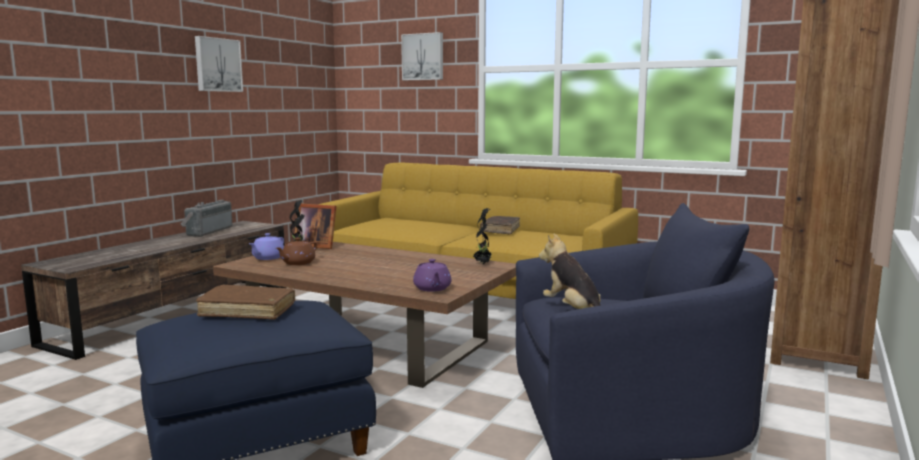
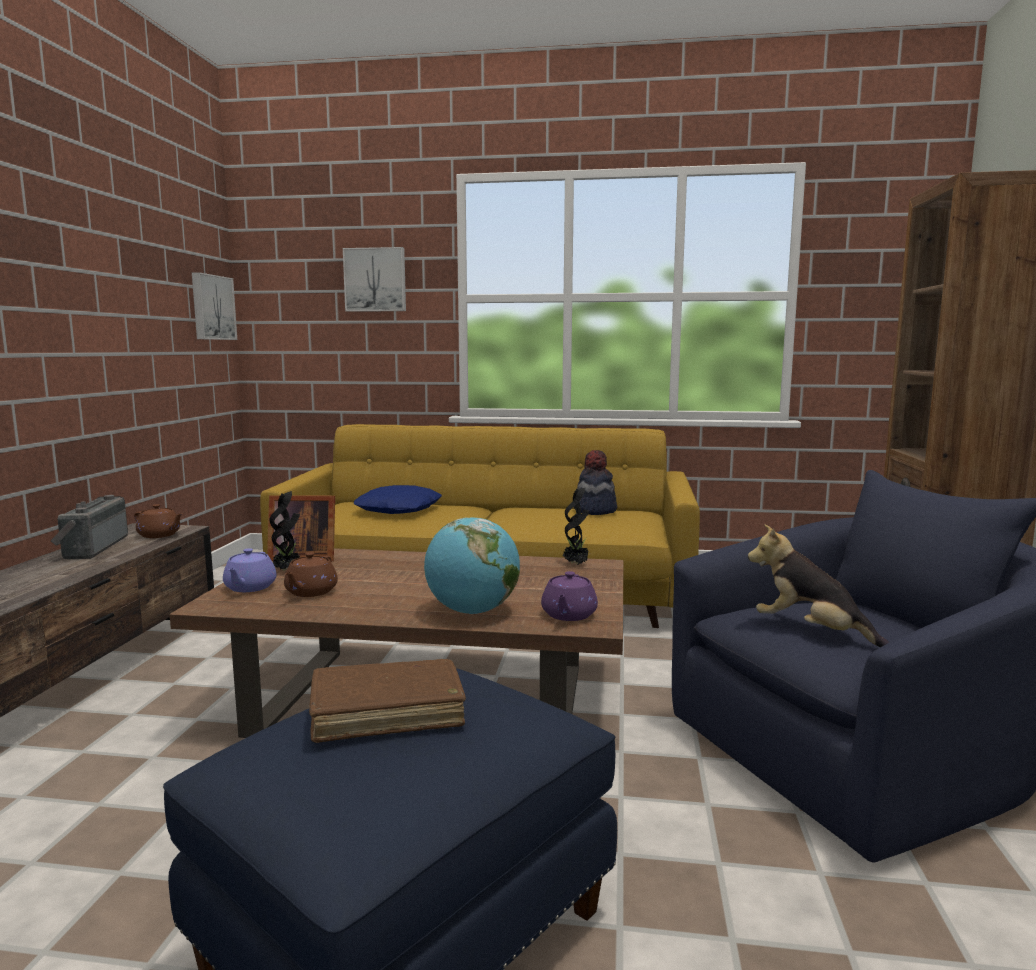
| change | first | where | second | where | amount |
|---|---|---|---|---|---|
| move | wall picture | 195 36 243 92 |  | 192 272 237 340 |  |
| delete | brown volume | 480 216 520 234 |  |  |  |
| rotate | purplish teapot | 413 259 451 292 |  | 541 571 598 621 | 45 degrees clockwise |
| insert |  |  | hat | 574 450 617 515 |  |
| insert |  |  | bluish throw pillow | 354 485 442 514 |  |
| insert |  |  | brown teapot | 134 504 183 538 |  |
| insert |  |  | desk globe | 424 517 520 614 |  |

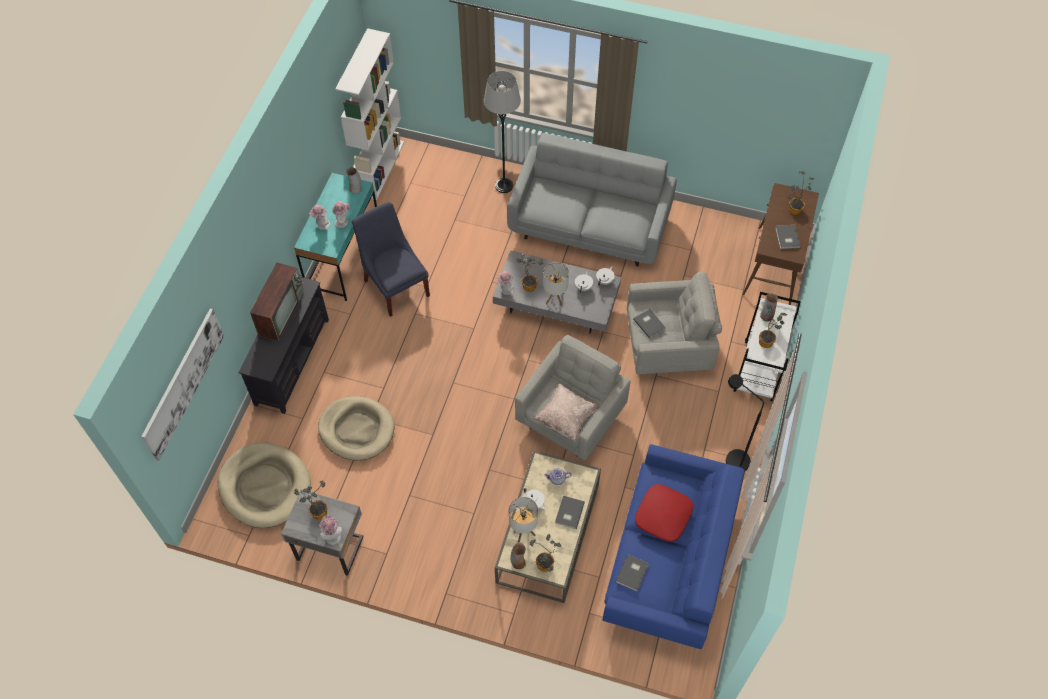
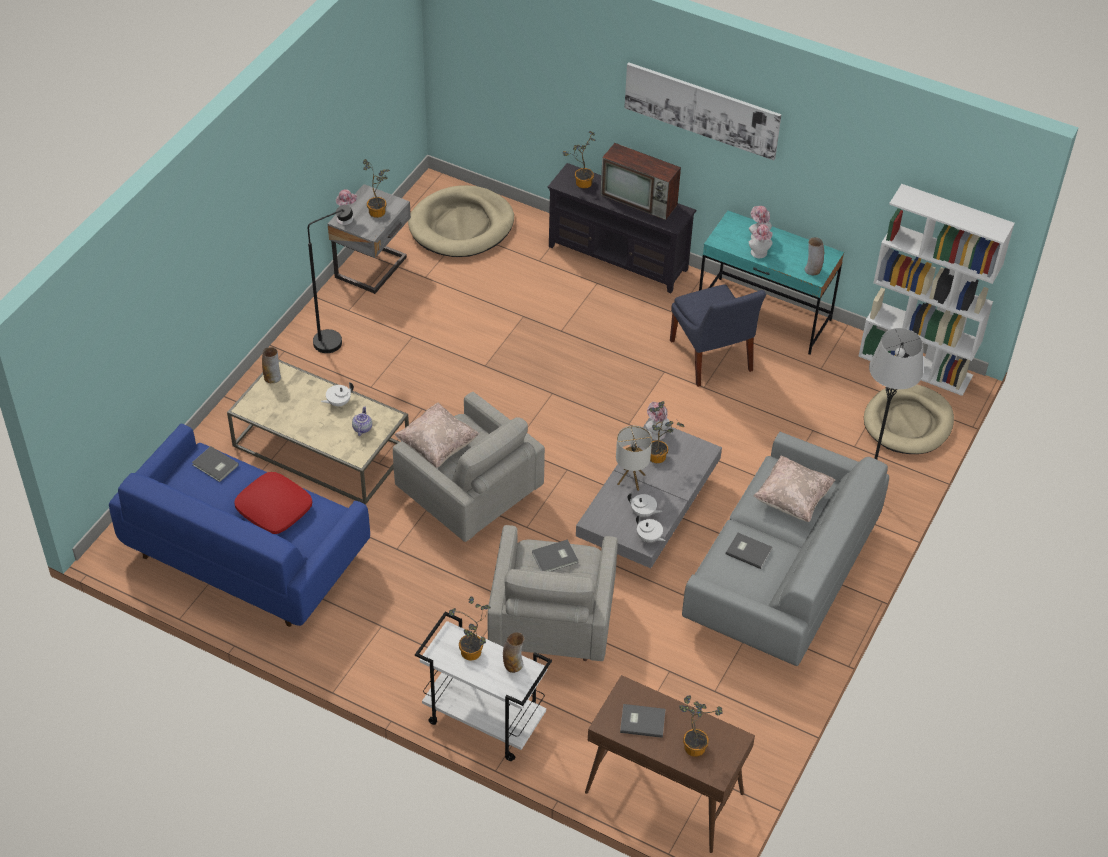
| change | first | where | second | where | amount |
|---|---|---|---|---|---|
| rotate | bluish plain chair | 352 202 430 317 |  | 670 284 766 387 | 90 degrees clockwise |
| move | wall picture | 141 309 224 461 |  | 624 62 782 160 |  |
| move | blackish standard lamp | 726 374 764 471 |  | 308 205 353 353 |  |
| move | beige-coloured dog cushion | 318 396 394 460 |  | 864 385 954 454 |  |
| move | grey volume | 555 496 585 529 |  | 726 533 772 569 |  |
| delete | table lamp | 509 497 538 542 |  |  |  |
| move | potted plant | 530 534 561 572 |  | 563 131 596 188 |  |
| insert |  |  | beige-coloured throw pillow | 753 456 836 522 |  |

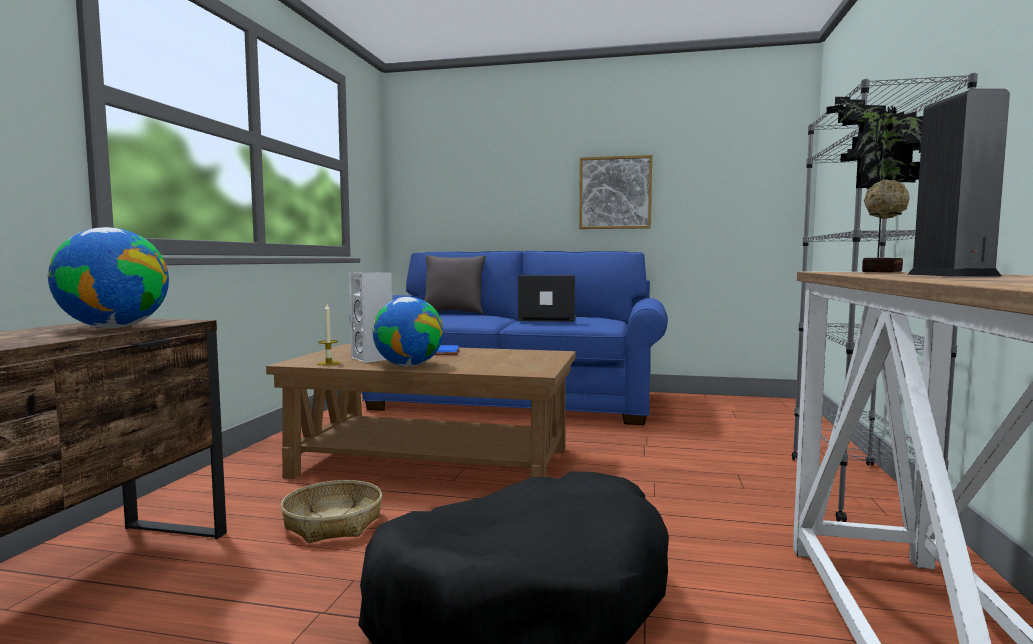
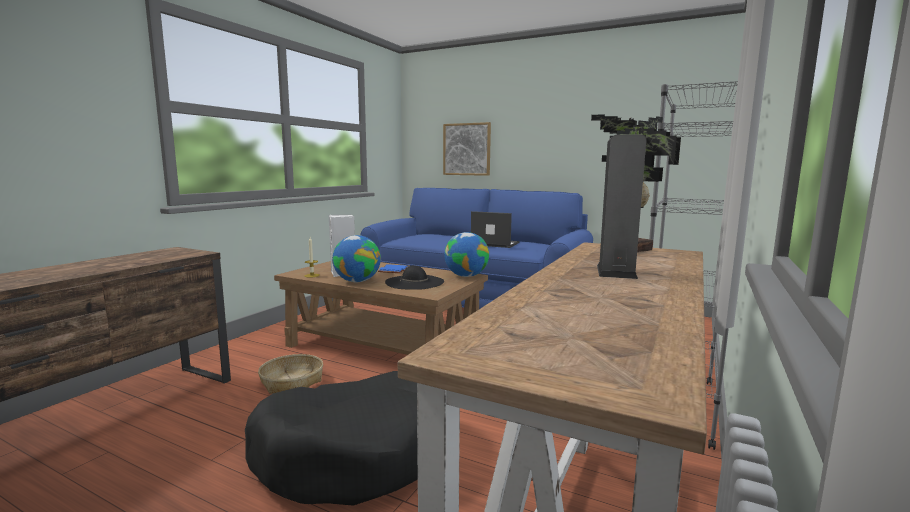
| change | first | where | second | where | amount |
|---|---|---|---|---|---|
| move | wall picture | 579 155 652 229 |  | 443 122 491 176 |  |
| move | desk globe | 48 227 169 328 |  | 444 232 489 277 |  |
| delete | grey throw pillow | 424 255 486 314 |  |  |  |
| insert |  |  | blackish hat | 385 265 444 290 |  |

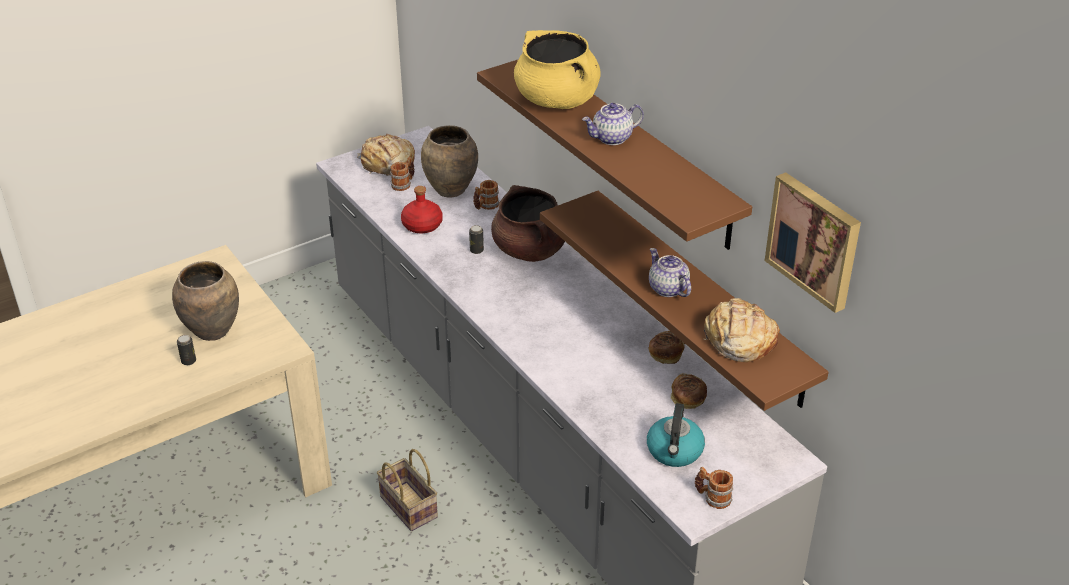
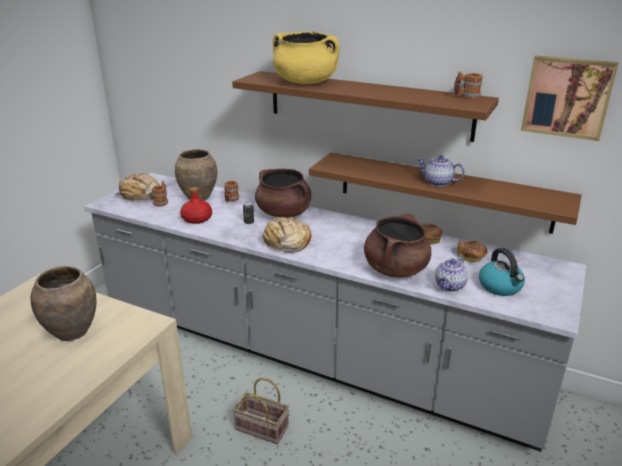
| change | first | where | second | where | amount |
|---|---|---|---|---|---|
| move | teapot | 582 103 644 145 |  | 435 256 468 292 |  |
| move | baked bread | 704 298 780 362 |  | 263 217 311 253 |  |
| delete | sealed can | 177 335 196 365 |  |  |  |
| move | mug | 695 467 733 509 |  | 454 71 483 100 |  |
| insert |  |  | brown cooking pot | 364 213 431 277 |  |

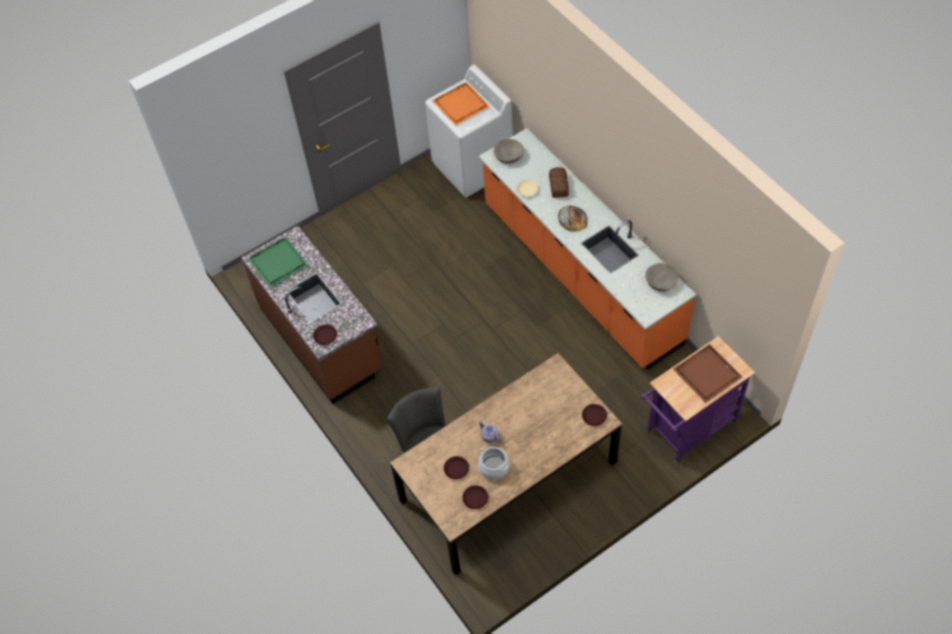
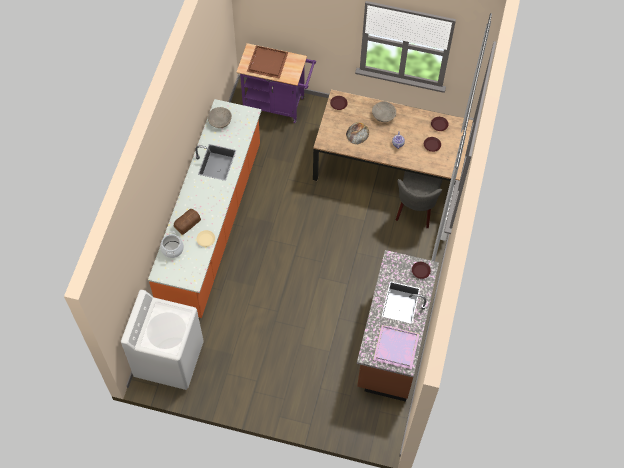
| change | first | where | second | where | amount |
|---|---|---|---|---|---|
| delete | orangey tray | 432 82 490 126 |  |  |  |
| move | beige-coloured deep dish | 493 139 524 164 |  | 372 101 396 122 |  |
| move | baked bread | 558 206 587 232 |  | 346 122 369 144 |  |
| recolor | green-coloured tray | 247 237 308 288 | purplish tray | 373 325 419 369 |  |
| move | cooking pot | 478 446 510 479 |  | 160 231 184 258 |  |

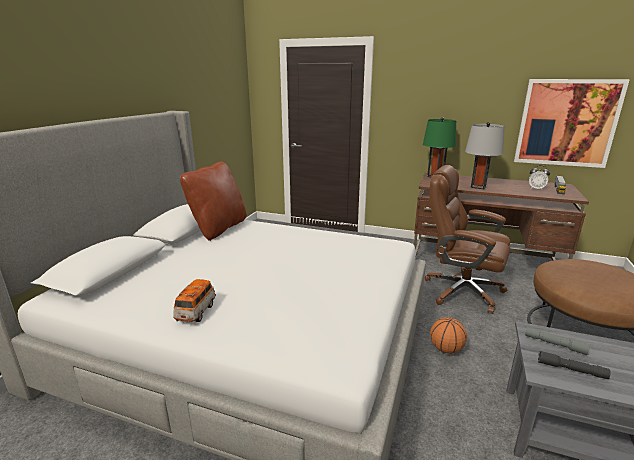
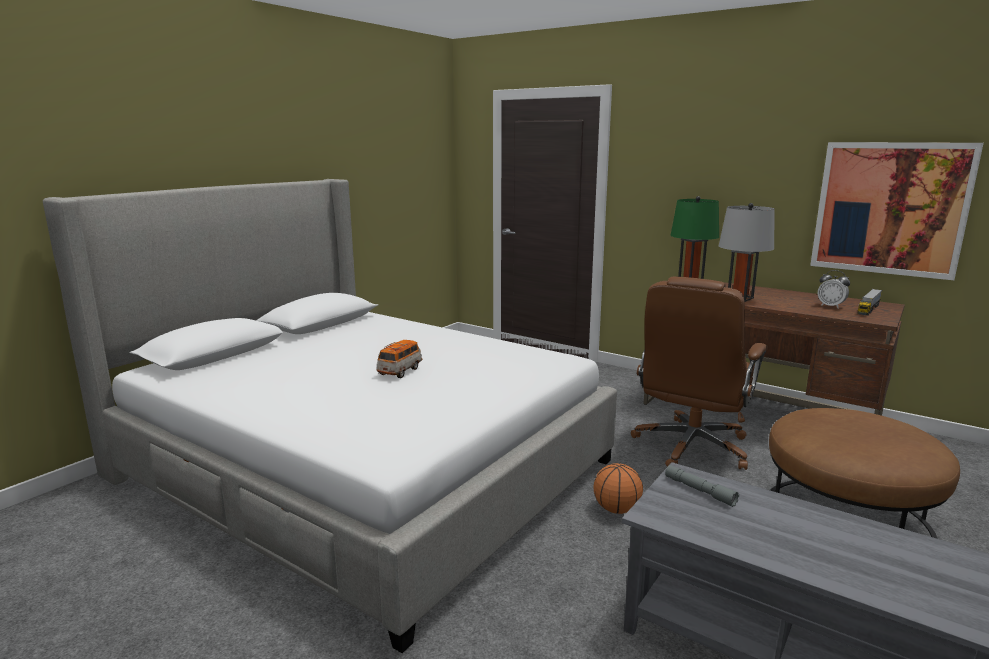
| change | first | where | second | where | amount |
|---|---|---|---|---|---|
| delete | brown throw pillow | 180 162 247 241 |  |  |  |
| rotate | brown computer chair | 425 165 510 314 |  | 631 277 768 470 | 105 degrees counterclockwise |
| move | model car | 173 279 216 322 |  | 376 340 422 378 |  |
| delete | grey torch | 538 351 611 379 |  |  |  |

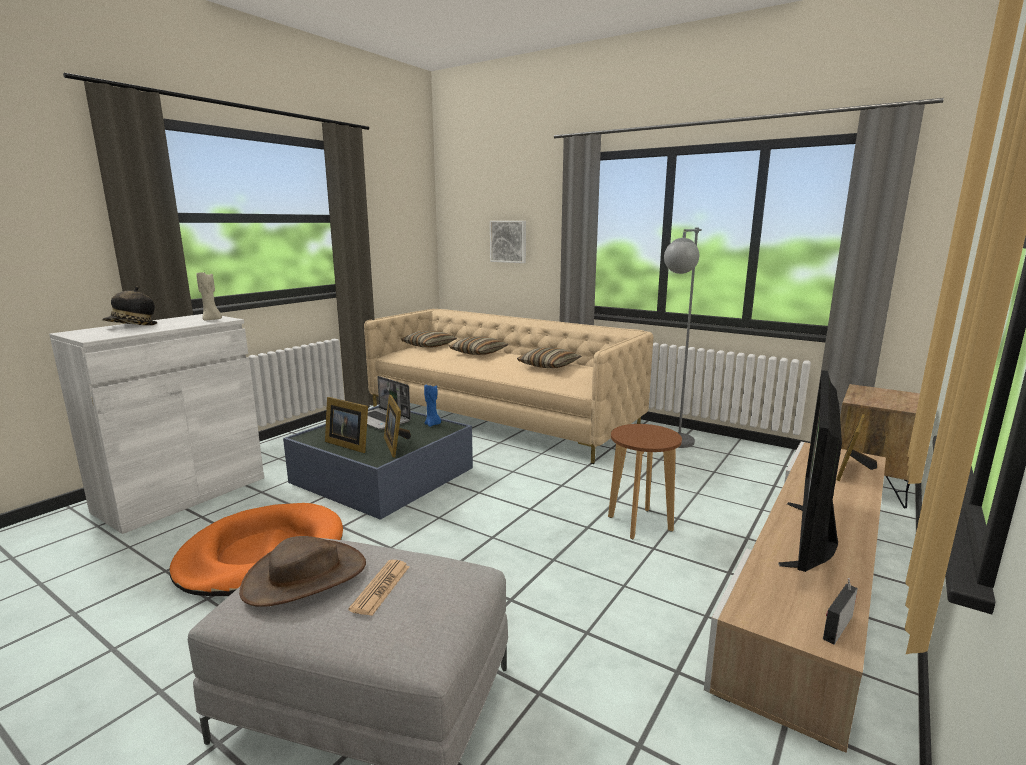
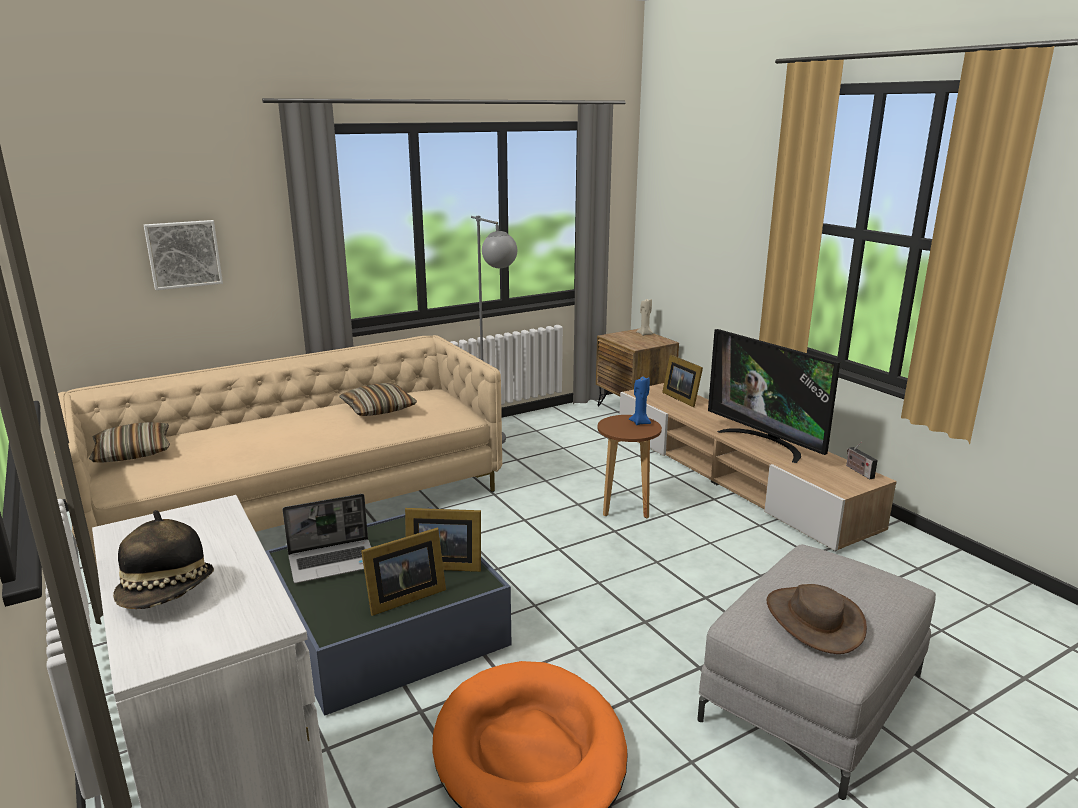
| change | first | where | second | where | amount |
|---|---|---|---|---|---|
| move | beige-coloured wax light | 196 272 222 321 |  | 636 298 653 336 |  |
| delete | throw pillow | 449 336 509 355 |  |  |  |
| move | bluish wax light | 424 383 441 427 |  | 629 376 651 425 |  |
| delete | daily paper | 348 560 410 616 |  |  |  |

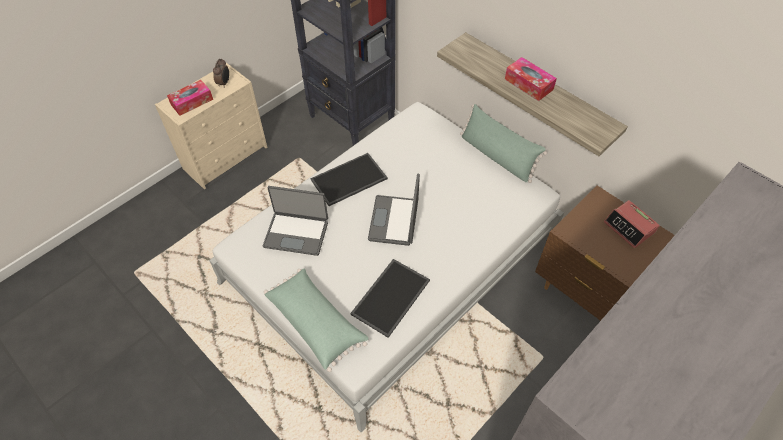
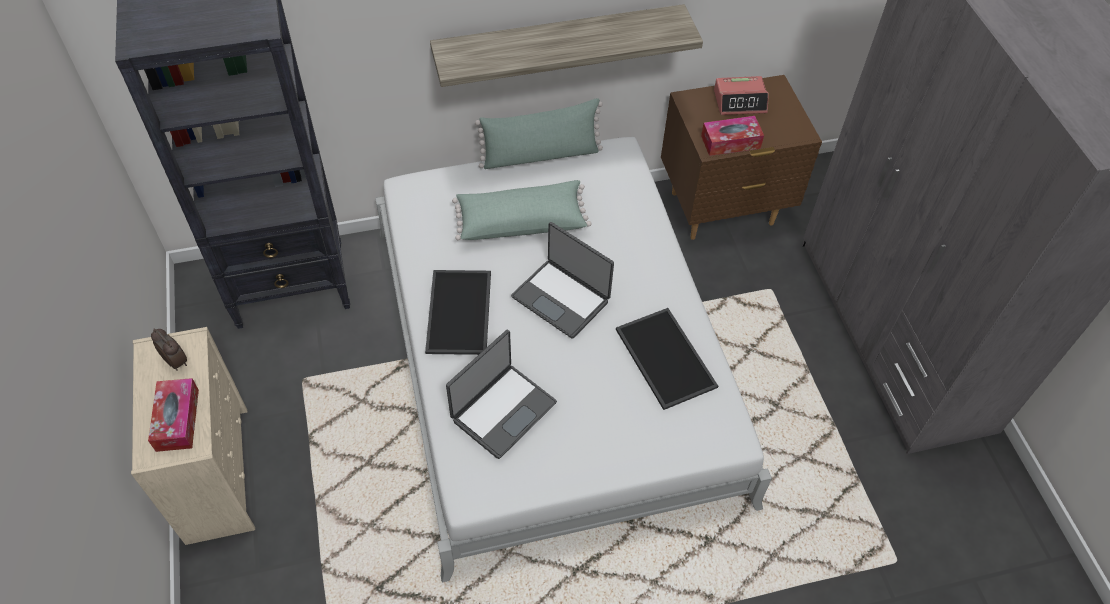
| change | first | where | second | where | amount |
|---|---|---|---|---|---|
| move | tissue box | 505 57 557 101 |  | 701 116 764 156 |  |
| move | green-coloured throw pillow | 264 269 368 372 |  | 452 180 592 240 |  |

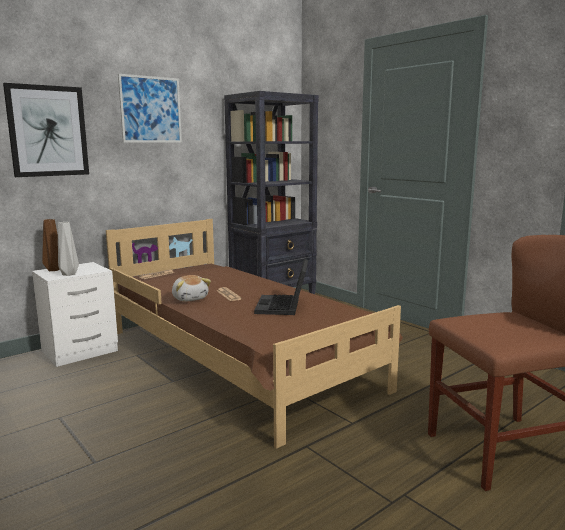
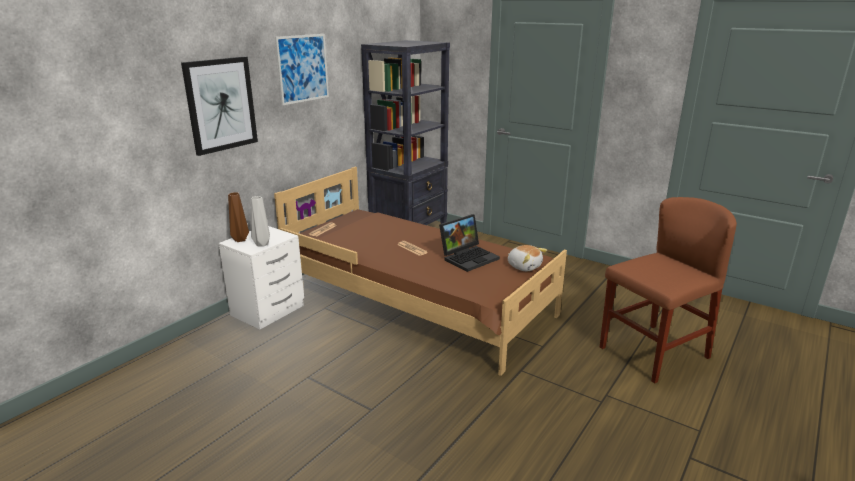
| change | first | where | second | where | amount |
|---|---|---|---|---|---|
| rotate | portable computer | 254 259 308 315 |  | 439 214 500 272 | 120 degrees counterclockwise |
| move | soft toy | 172 275 211 302 |  | 508 245 547 271 |  |

